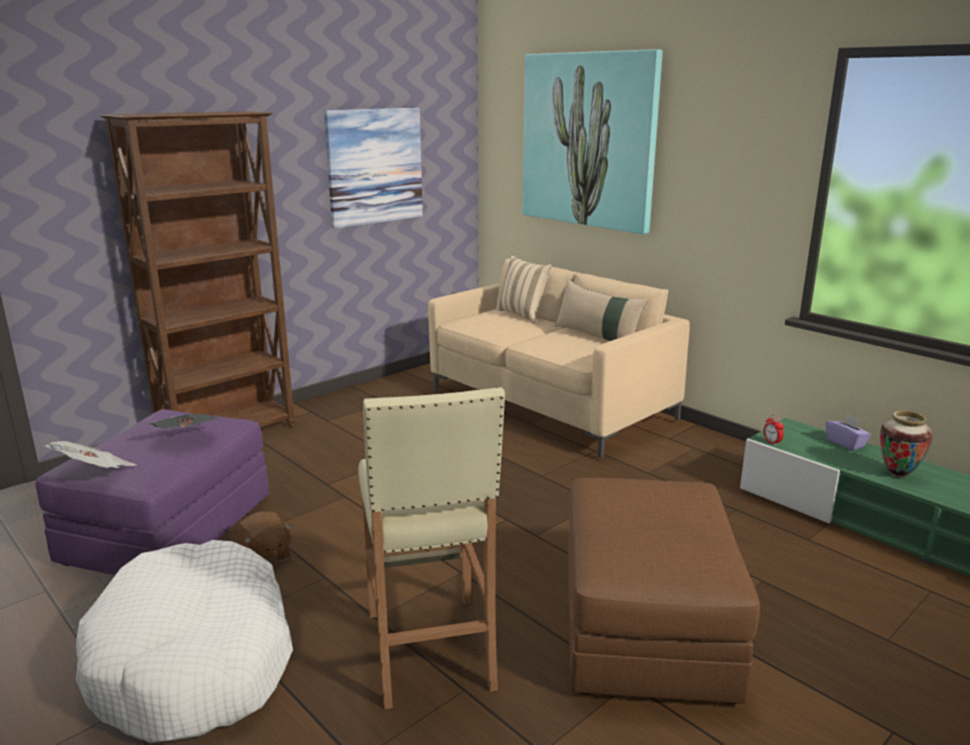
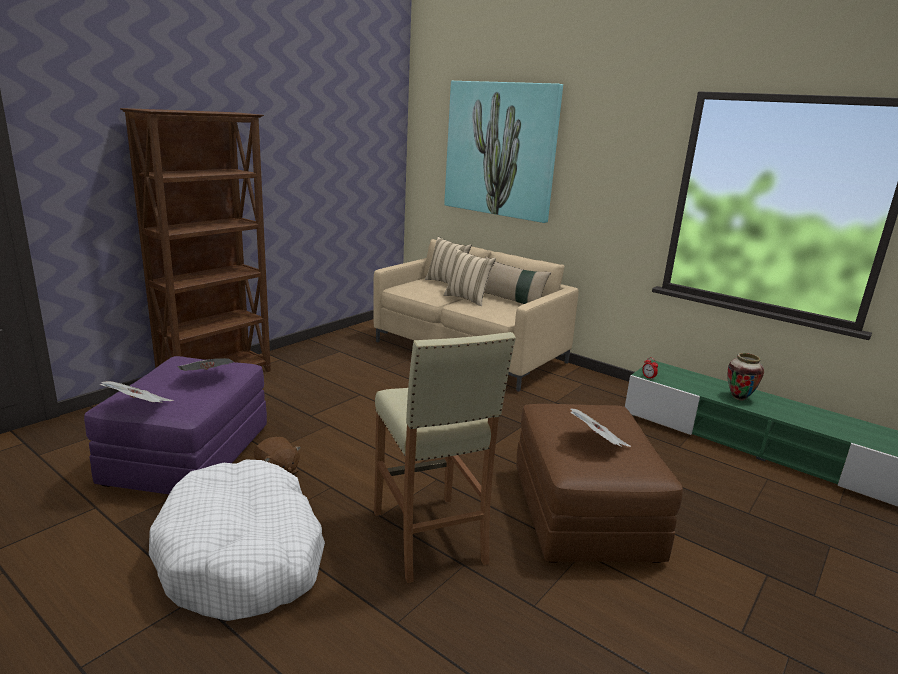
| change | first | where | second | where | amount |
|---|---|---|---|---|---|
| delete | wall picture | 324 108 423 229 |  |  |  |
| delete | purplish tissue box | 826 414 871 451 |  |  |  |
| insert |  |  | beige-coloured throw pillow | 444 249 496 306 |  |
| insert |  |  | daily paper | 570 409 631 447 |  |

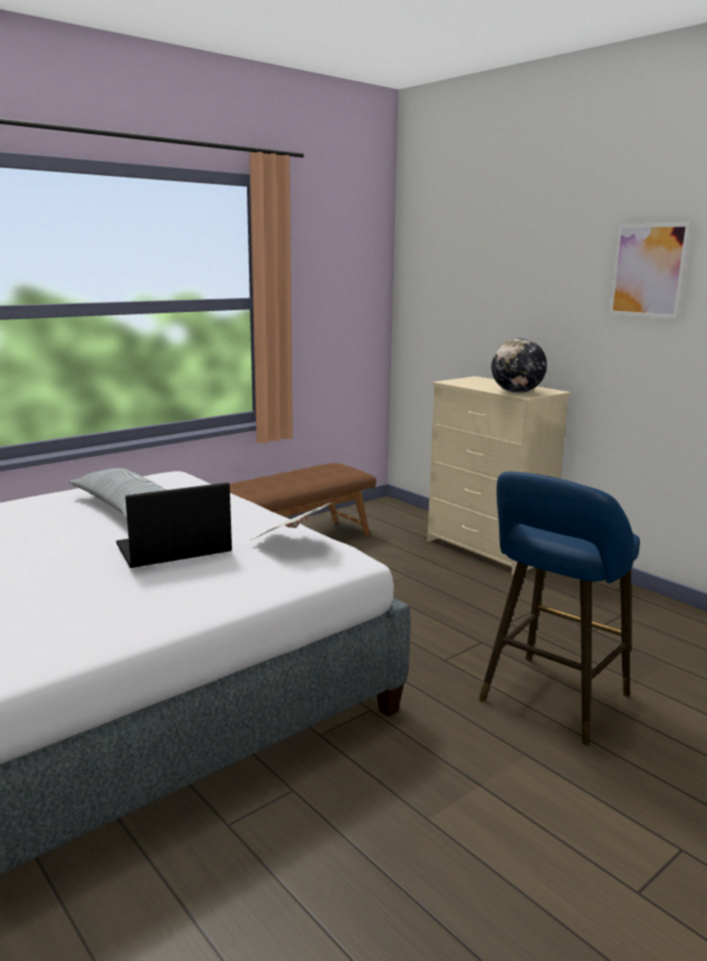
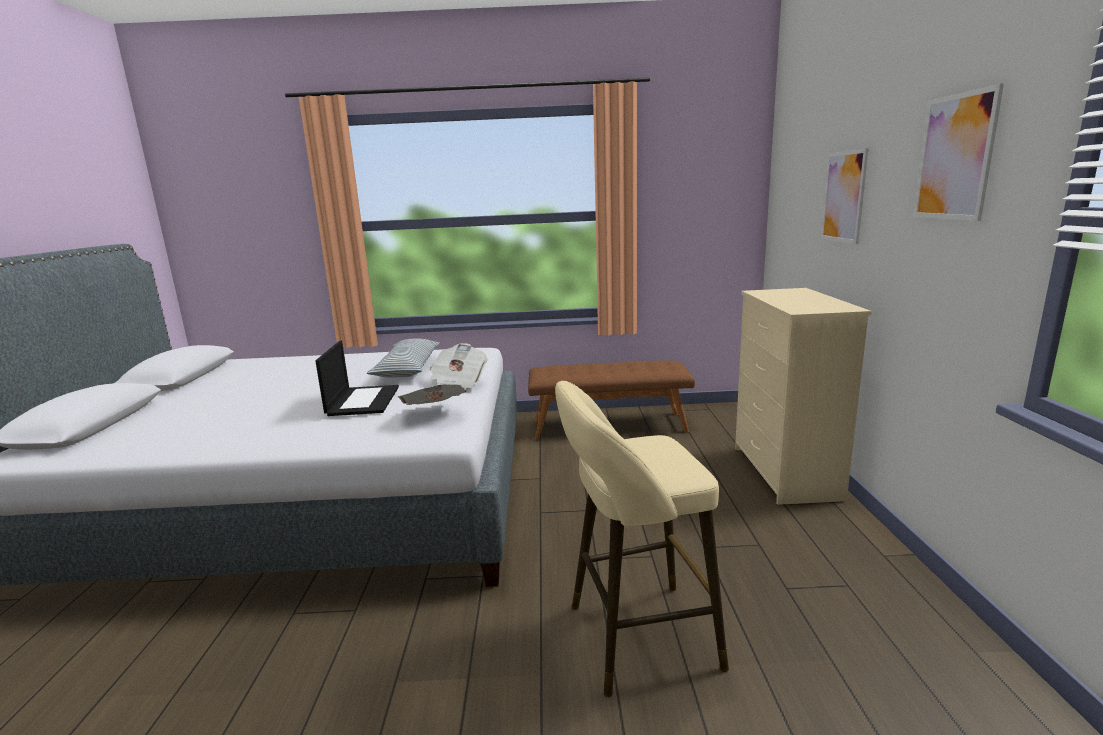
| change | first | where | second | where | amount |
|---|---|---|---|---|---|
| delete | desk globe | 491 338 547 393 |  |  |  |
| recolor | bluish stool | 479 471 640 745 | beige-coloured stool | 555 381 729 697 |  |
| rotate | portable computer | 116 482 232 568 |  | 315 341 399 416 | 75 degrees clockwise |
| insert |  |  | wall picture | 821 148 869 244 |  |
| insert |  |  | daily paper | 430 343 487 389 |  |

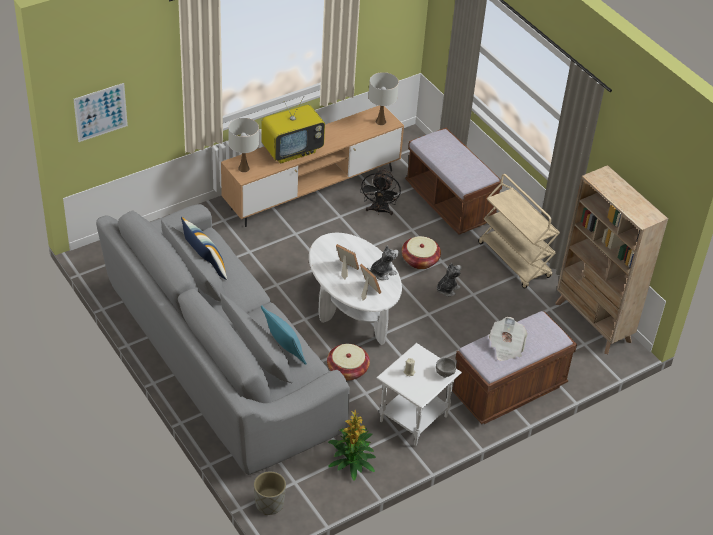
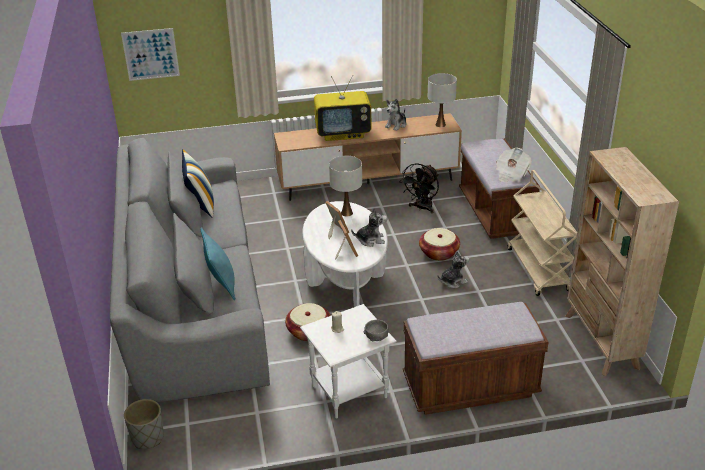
| change | first | where | second | where | amount |
|---|---|---|---|---|---|
| move | white-coloured table lamp | 228 118 259 172 |  | 329 156 362 216 |  |
| move | daily paper | 489 317 528 361 |  | 496 148 532 182 |  |
| delete | potted plant | 328 410 376 480 |  |  |  |
| insert |  |  | soft toy | 385 99 407 131 |  |

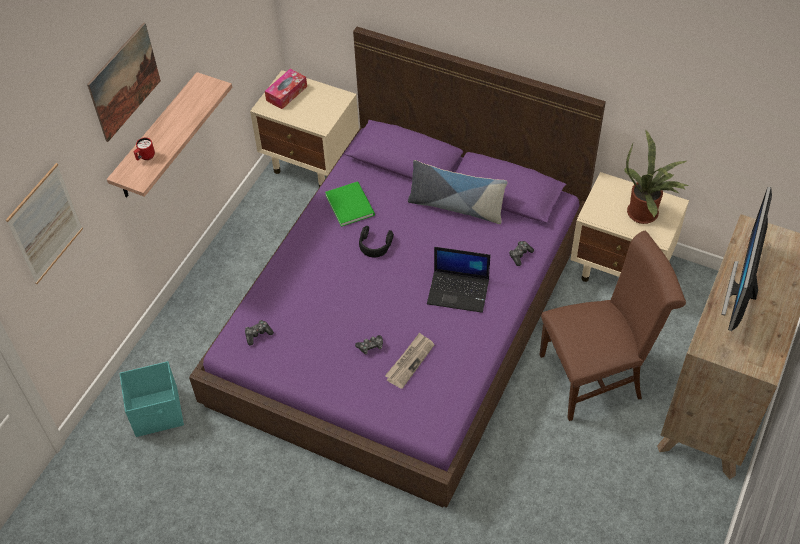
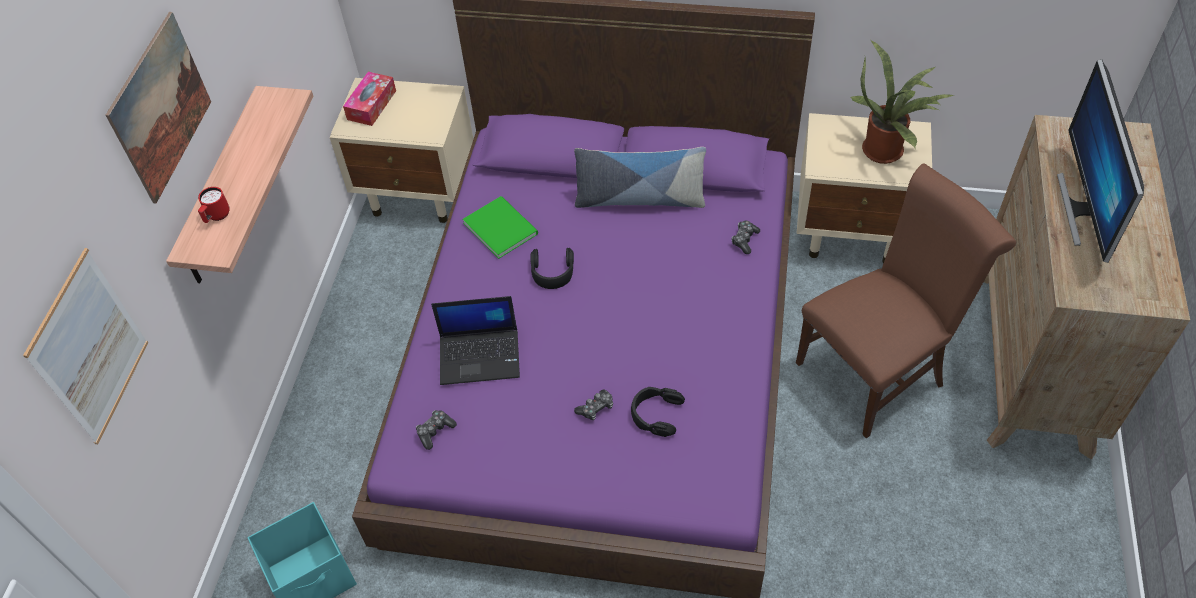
| change | first | where | second | where | amount |
|---|---|---|---|---|---|
| move | portable computer | 427 247 490 313 |  | 431 296 520 385 |  |
| replace | daily paper | 385 333 435 389 | blackish headphones | 631 387 685 437 |  |

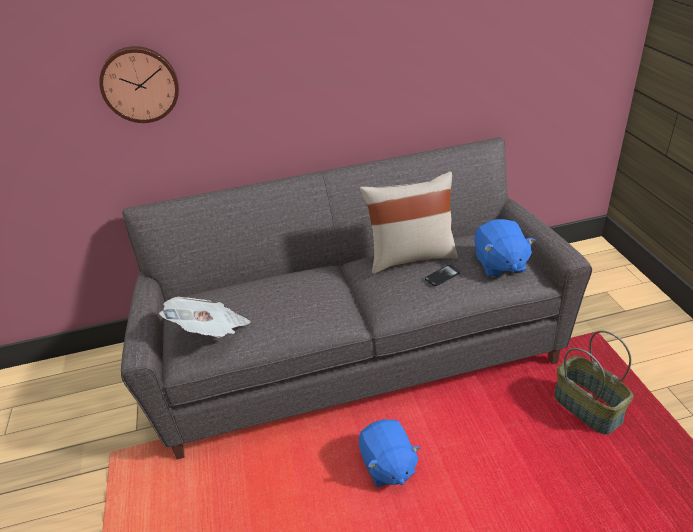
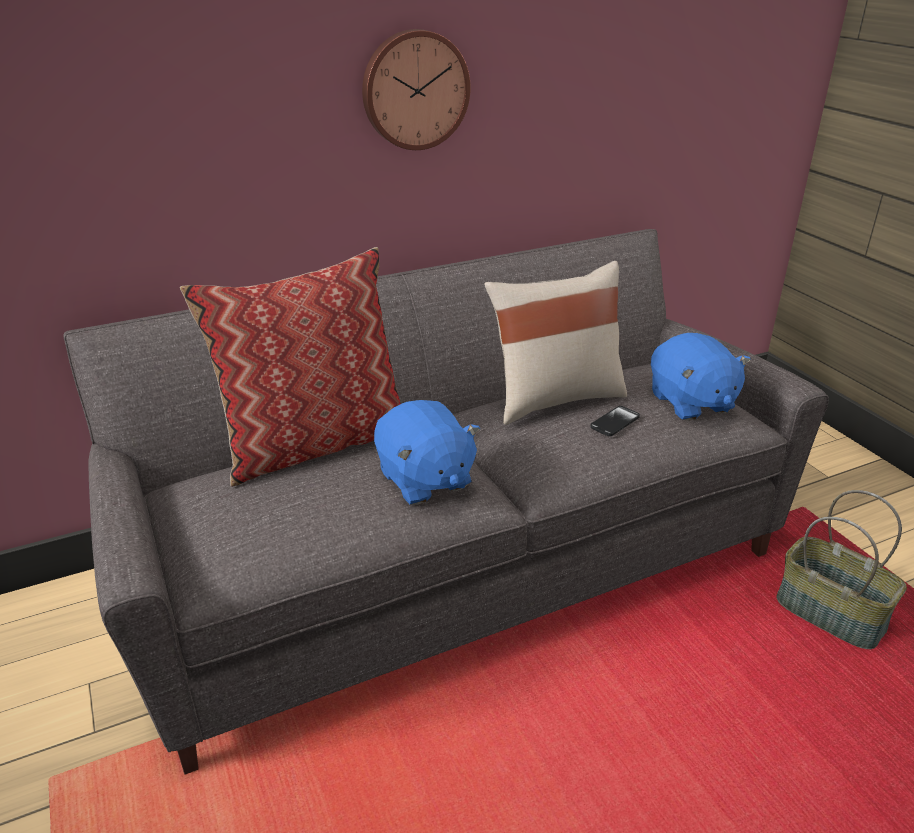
| change | first | where | second | where | amount |
|---|---|---|---|---|---|
| move | hanging clock | 99 46 179 123 |  | 362 29 471 150 |  |
| delete | daily paper | 159 297 250 338 |  |  |  |
| move | bluish soft toy | 359 419 420 487 |  | 374 400 480 505 |  |
| insert |  |  | throw pillow | 180 247 401 487 |  |

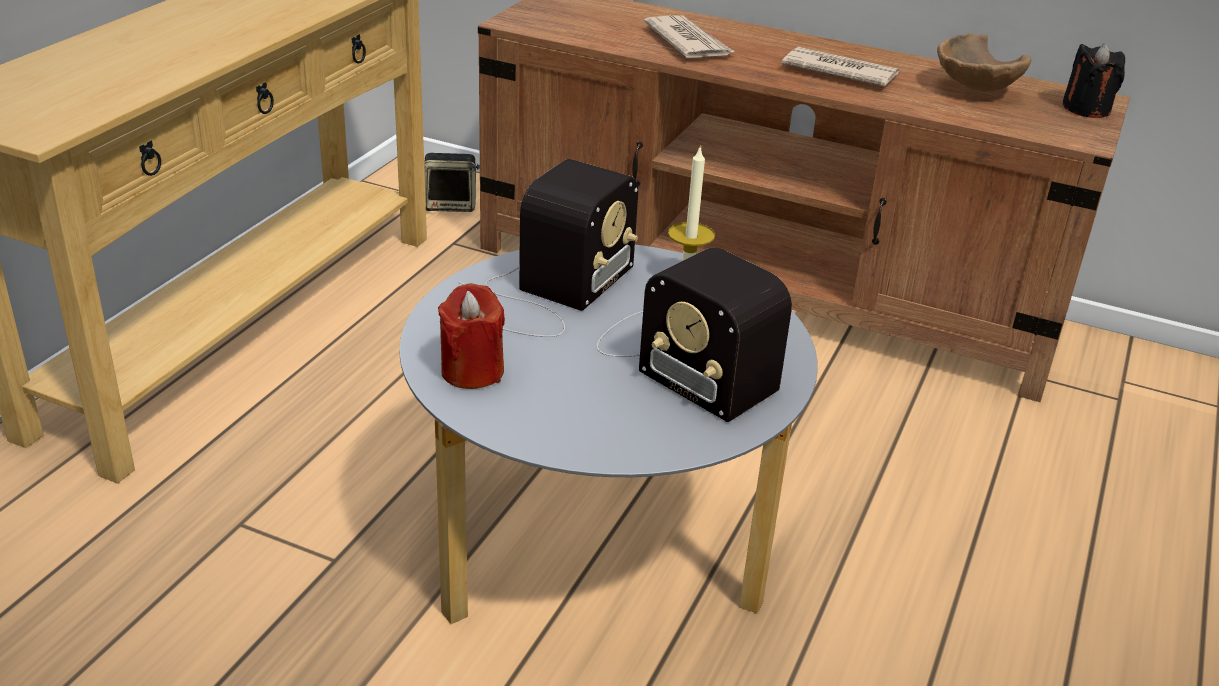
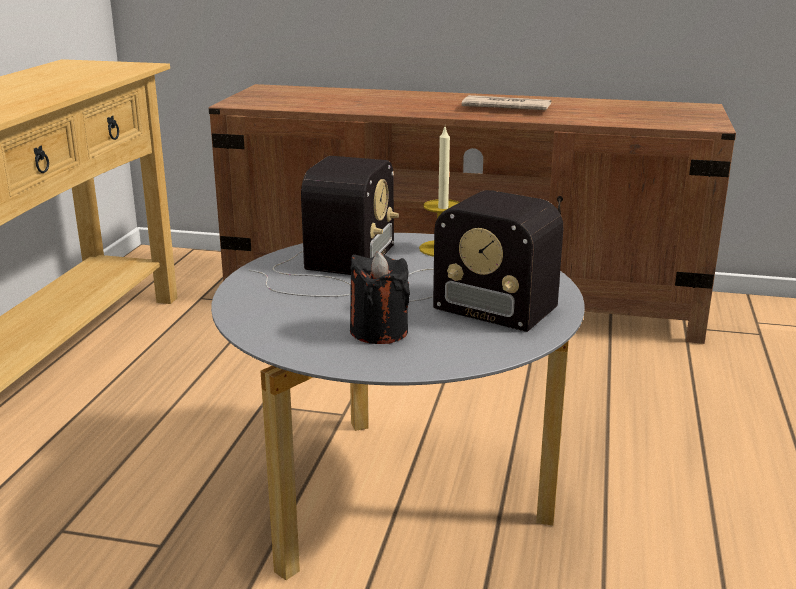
| change | first | where | second | where | amount |
|---|---|---|---|---|---|
| delete | daily paper | 644 15 735 58 |  |  |  |
| delete | brown deep dish | 937 33 1031 92 |  |  |  |
| move | blackish wax light | 1063 43 1125 118 |  | 350 252 410 344 |  |
| delete | audio speaker | 424 153 480 212 |  |  |  |
| delete | red-coloured wax light | 438 283 505 389 |  |  |  |

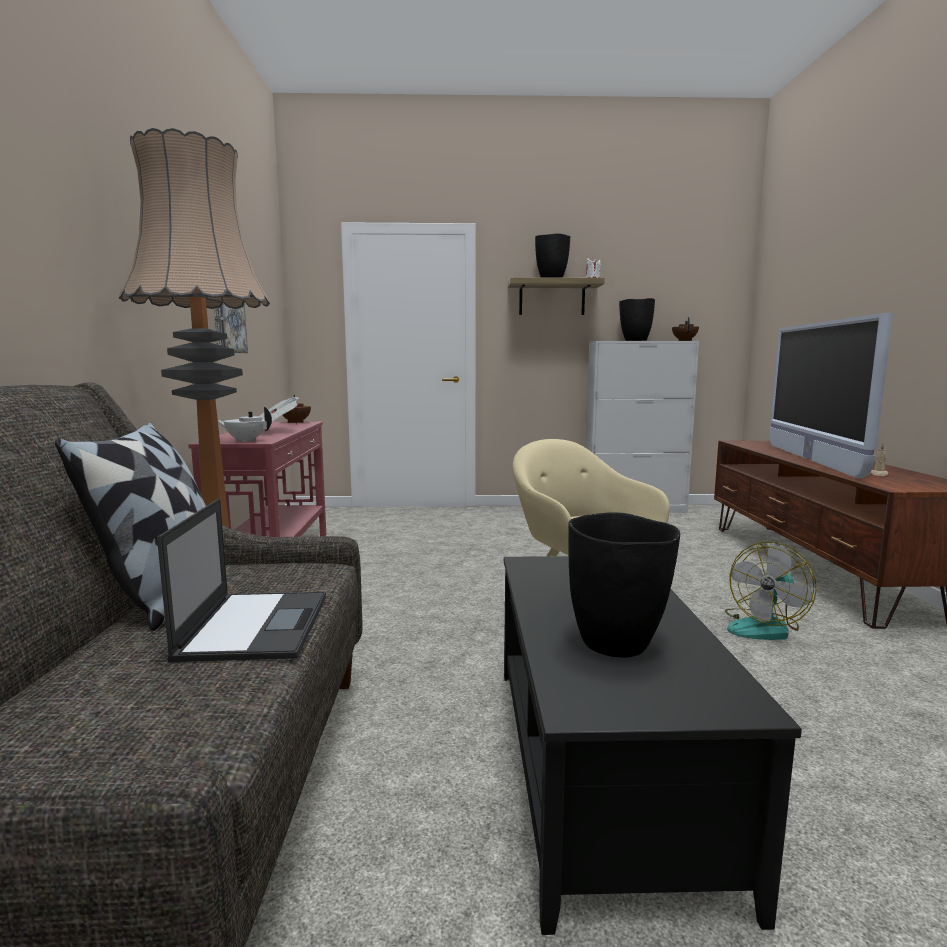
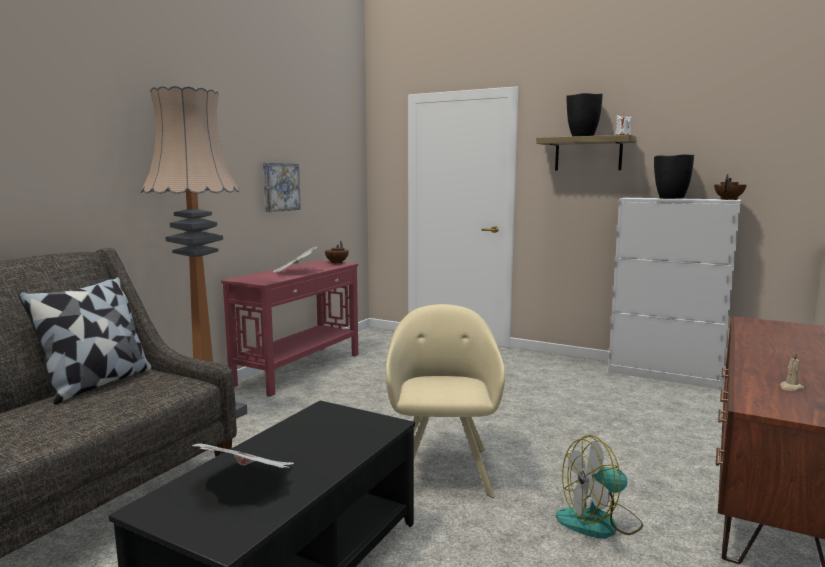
| change | first | where | second | where | amount |
|---|---|---|---|---|---|
| delete | TV set | 769 313 893 479 |  |  |  |
| delete | white-coloured teapot | 218 407 272 443 |  |  |  |
| delete | portable computer | 157 499 326 662 |  |  |  |
| replace | blackish vase | 568 512 680 658 | daily paper | 192 444 294 468 |  |

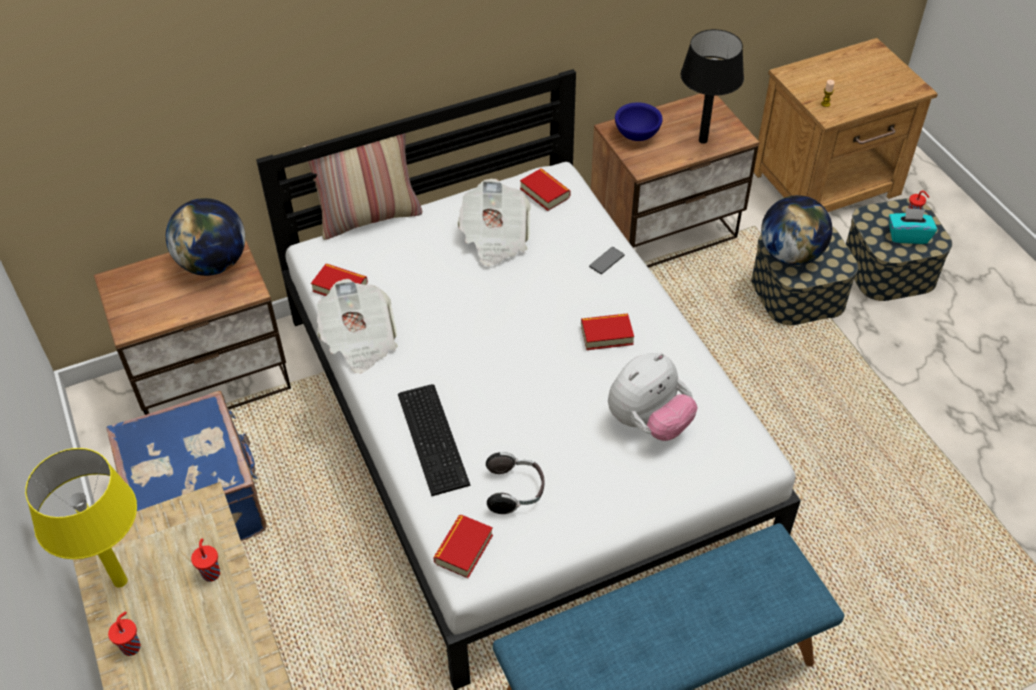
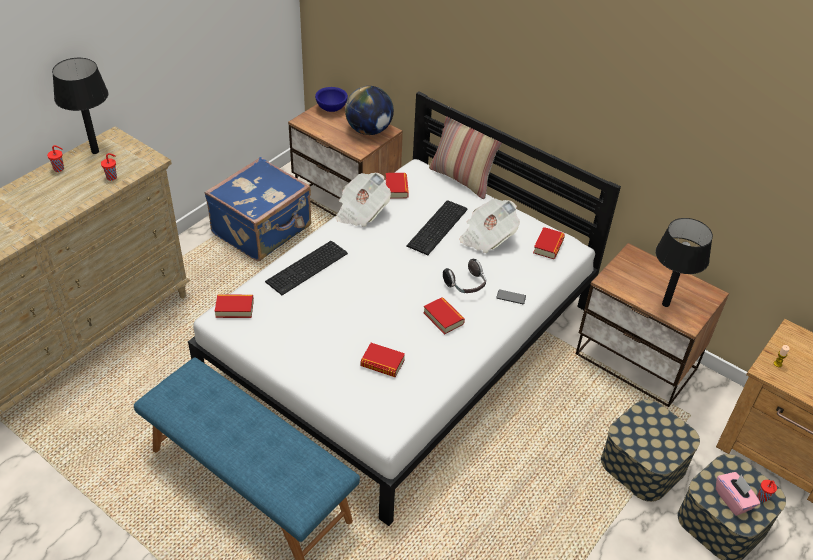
| change | first | where | second | where | amount |
|---|---|---|---|---|---|
| move | bluish deep dish | 615 102 663 141 |  | 315 87 348 112 |  |
| delete | desk globe | 761 195 832 265 |  |  |  |
| recolor | blue-green tissue box | 889 208 937 244 | pinkish tissue box | 716 472 760 516 |  |
| replace | soft toy | 608 352 698 441 | volume | 361 343 405 377 |  |
| recolor | yellow-coloured table lamp | 25 448 137 588 | blackish table lamp | 52 58 109 154 |  |
| move | headphones | 486 452 544 514 |  | 443 259 486 293 |  |
| insert |  |  | PC keyboard | 406 201 468 255 |  |

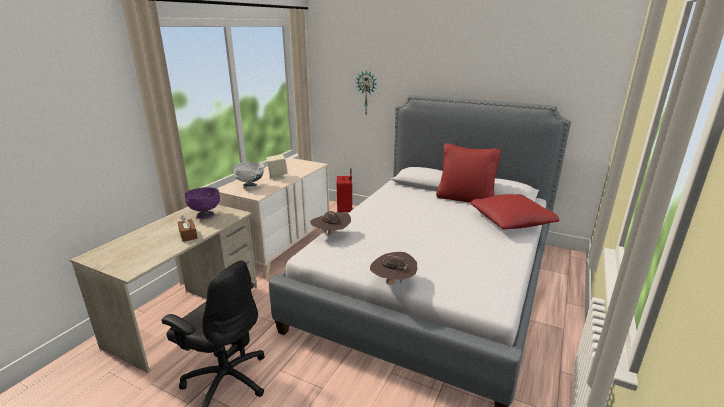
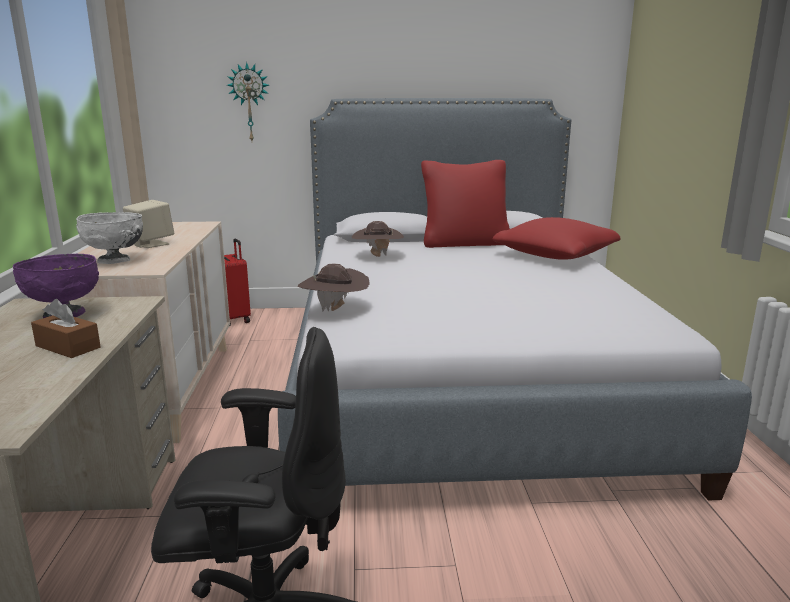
| change | first | where | second | where | amount |
|---|---|---|---|---|---|
| move | brown hat | 370 252 418 284 |  | 351 221 404 257 |  |

